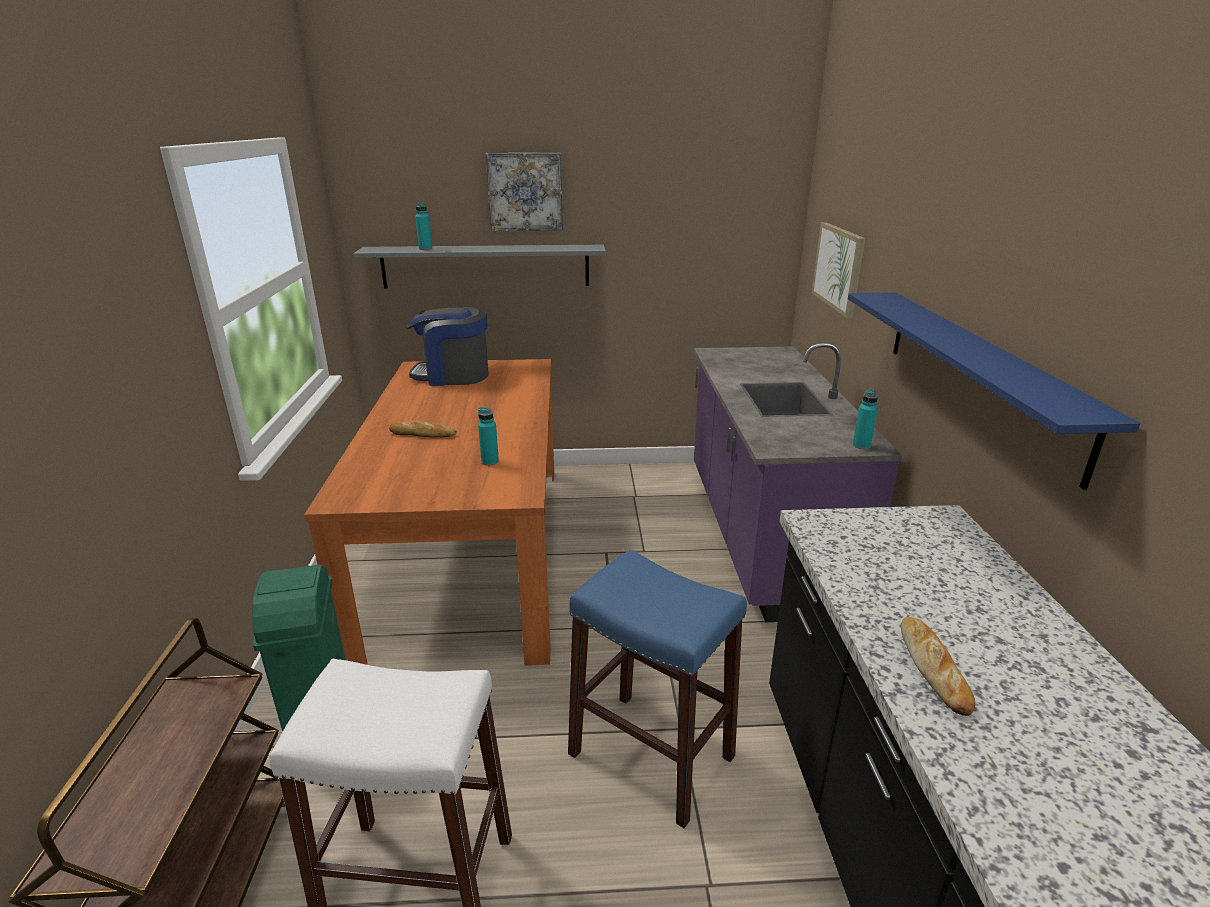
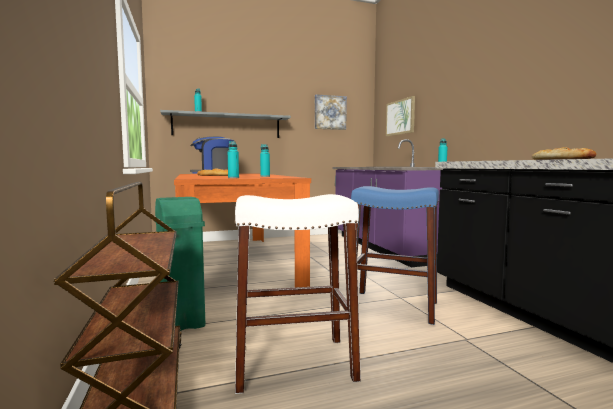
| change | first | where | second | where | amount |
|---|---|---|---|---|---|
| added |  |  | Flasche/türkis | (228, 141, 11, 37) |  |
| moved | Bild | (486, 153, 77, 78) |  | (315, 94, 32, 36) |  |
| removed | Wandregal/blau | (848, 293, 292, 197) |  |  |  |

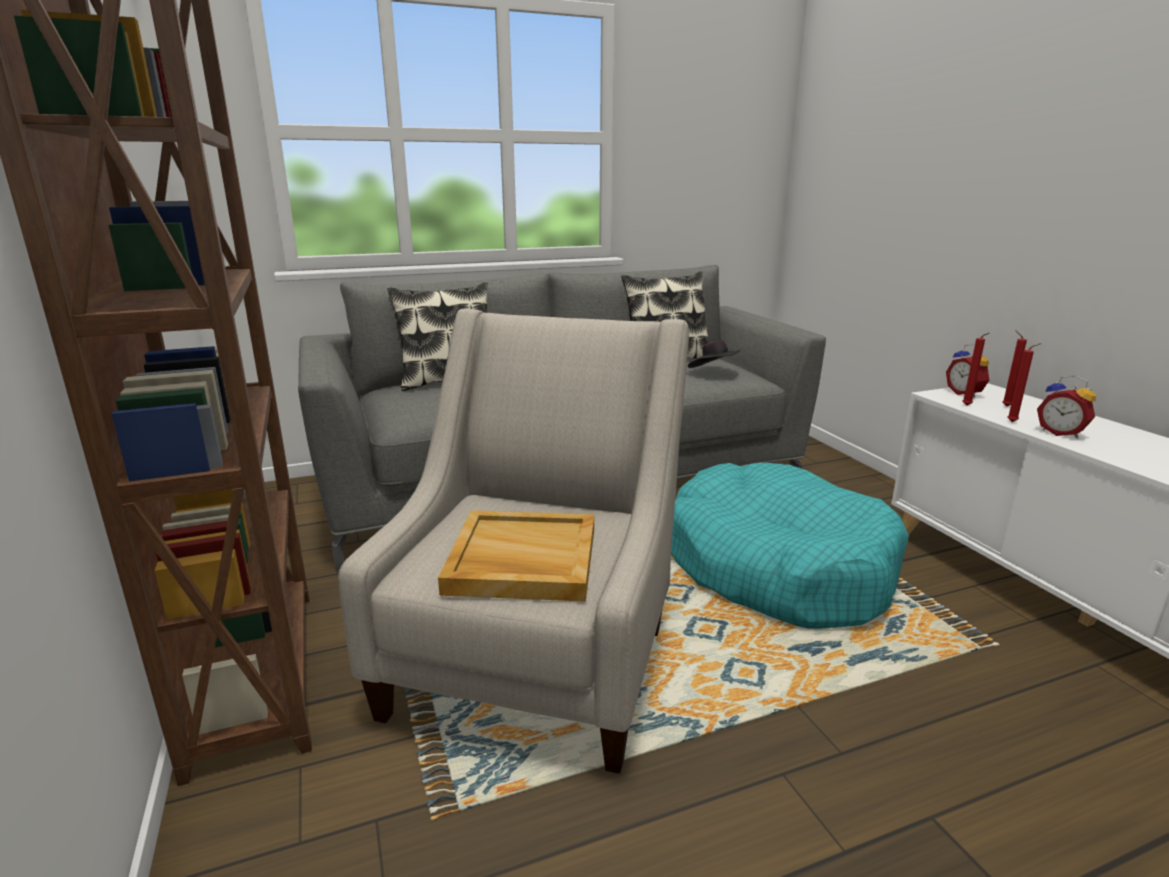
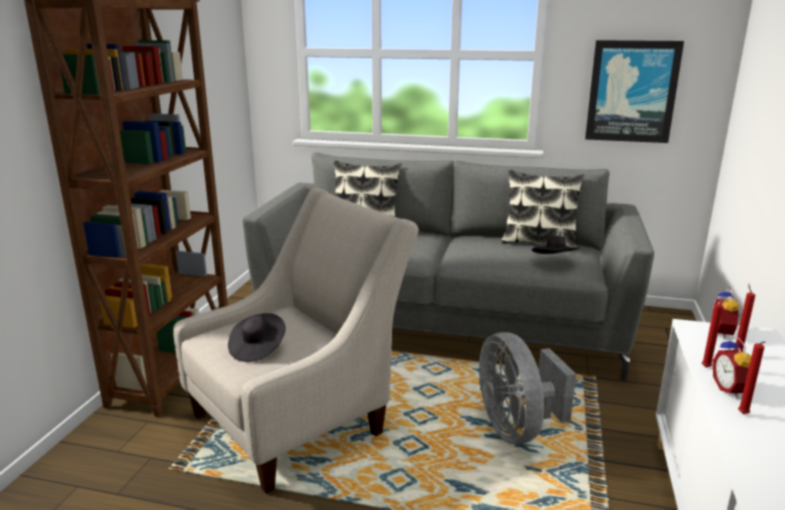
| change | first | where | second | where | amount |
|---|---|---|---|---|---|
| replaced | Tablett/beige | (438, 510, 156, 92) | Hut/schwarz | (228, 313, 58, 49) |  |
| replaced | Hundebett/türkis | (671, 463, 238, 166) | Ventilator/grau | (479, 332, 97, 112) |  |
| added |  |  | Bild | (585, 40, 99, 103) |  |
| moved | Kerze/rot | (962, 332, 28, 74) |  | (738, 341, 27, 73) |  |

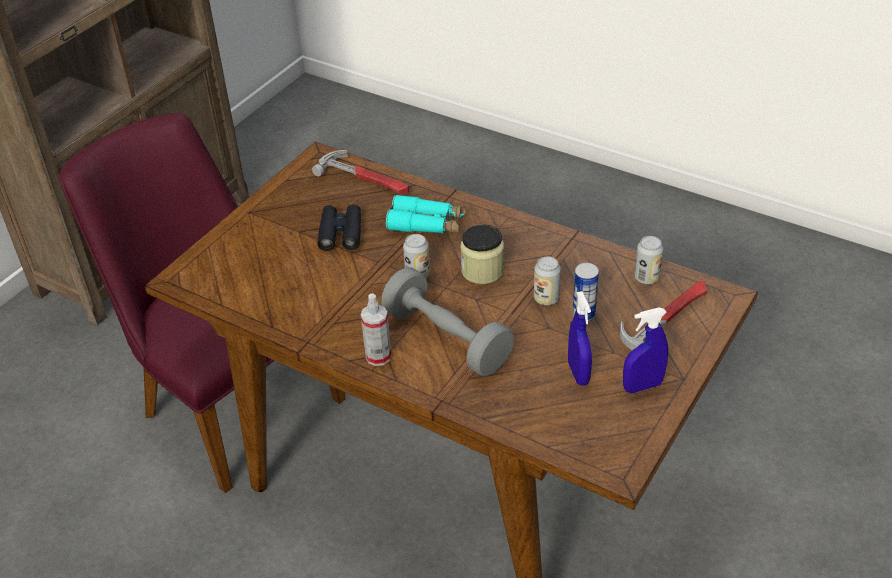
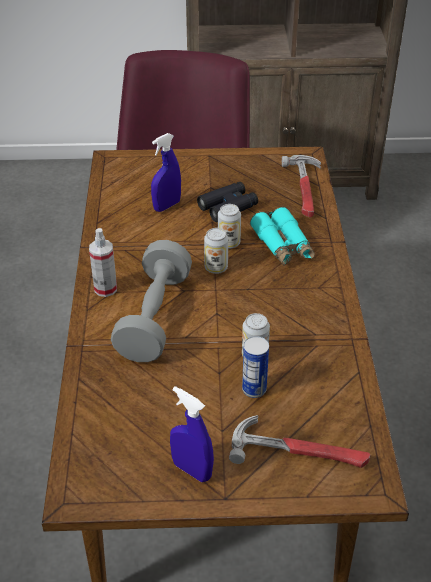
| change | first | where | second | where | amount |
|---|---|---|---|---|---|
| moved | Sprühflasche/blau | (568, 291, 24, 95) |  | (151, 133, 30, 79) |  |
| moved | Dose | (634, 236, 29, 48) |  | (218, 204, 23, 45) |  |
| removed | Vorratsglas | (461, 224, 43, 60) |  |  |  |

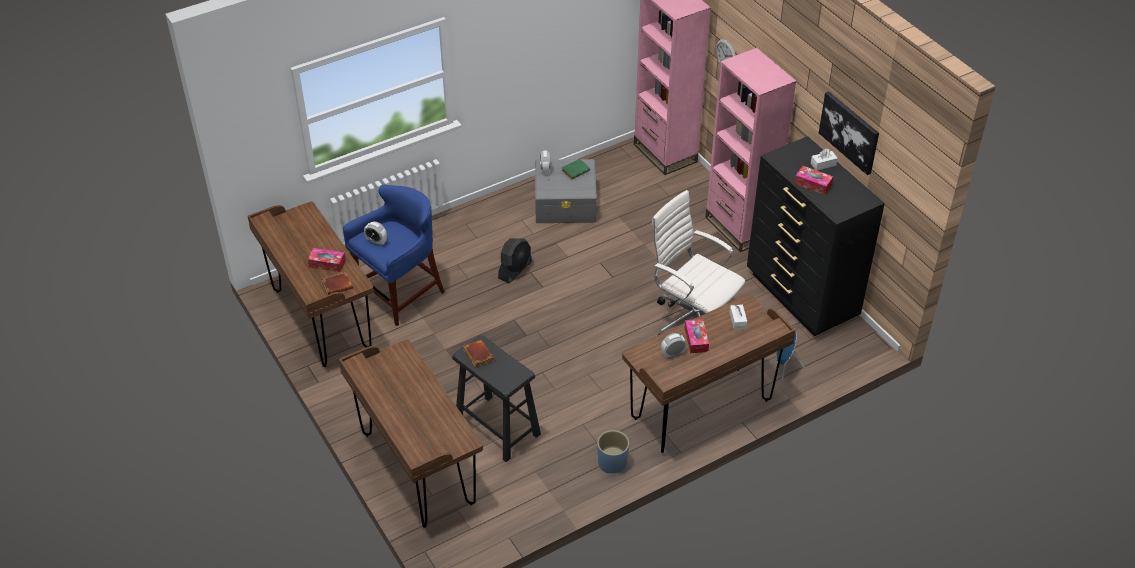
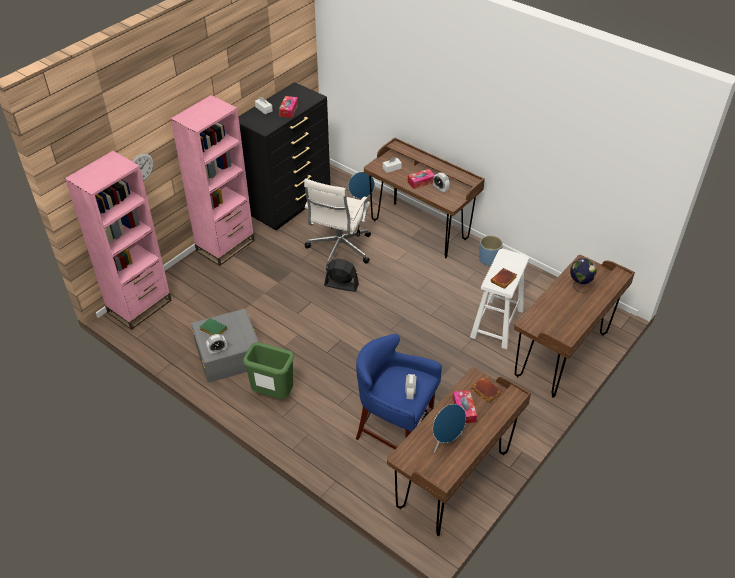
| change | first | where | second | where | amount |
|---|---|---|---|---|---|
| added |  |  | Mülleimer/grün | (243, 342, 51, 57) |  |
| moved | Ventilator/schwarz | (498, 238, 34, 46) |  | (324, 259, 35, 33) |  |
| added |  |  | Lautsprecher/blau | (433, 404, 33, 49) |  |
| recoloured | Hocker/schwarz | (452, 335, 89, 127) | Hocker/weiß | (470, 248, 60, 101) |  |
| added |  |  | Globus | (570, 258, 27, 35) |  |
| removed | Bild | (819, 91, 60, 84) |  |  |  |

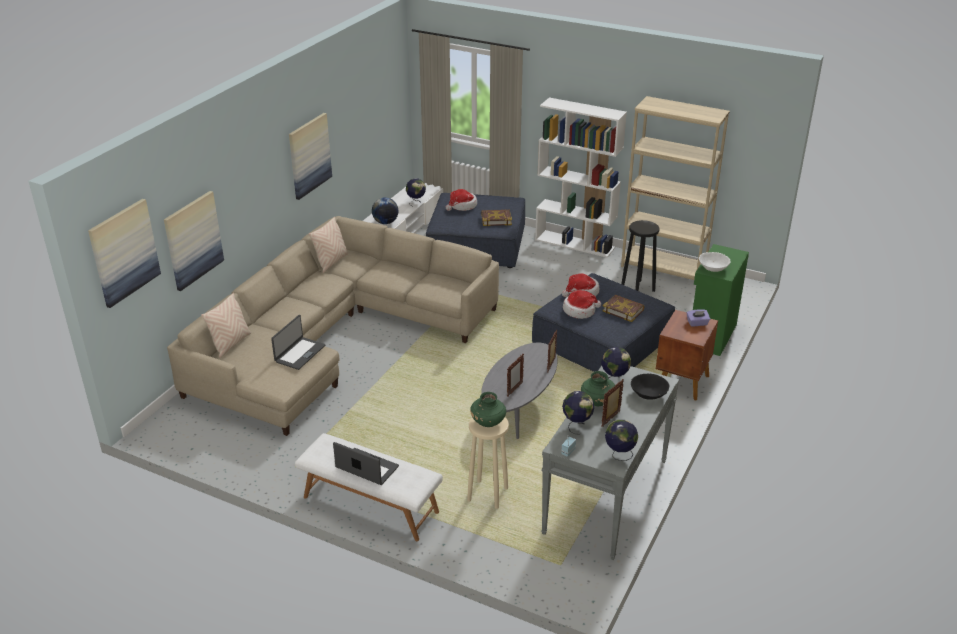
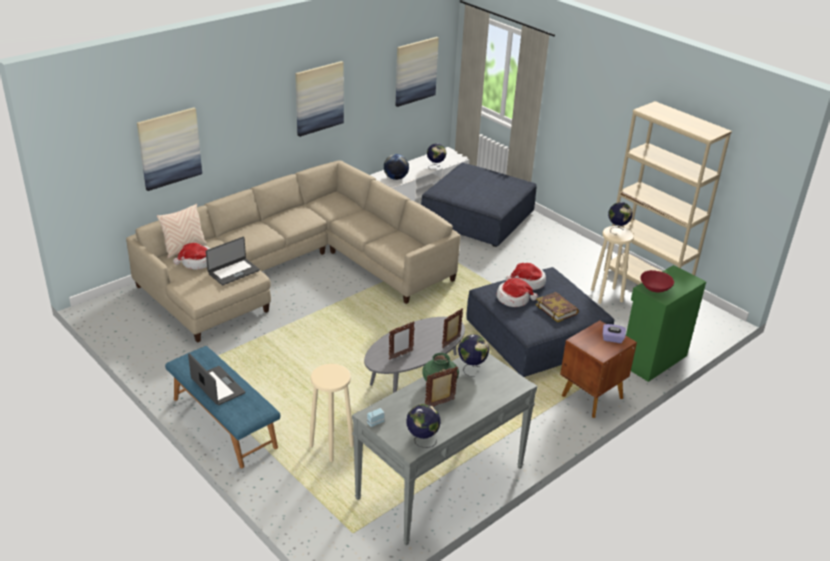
| change | first | where | second | where | amount |
|---|---|---|---|---|---|
| recoloured | Bank/weiß | (295, 433, 148, 108) | Bank/blau | (165, 346, 115, 122) |  |
| moved | Hut | (446, 189, 31, 22) |  | (173, 243, 37, 26) |  |
| moved | Bild | (88, 199, 73, 109) |  | (396, 37, 43, 70) |  |
| recoloured | Hocker/schwarz | (621, 220, 38, 72) | Hocker/beige | (591, 226, 43, 78) |  |
| moved | Globus | (562, 391, 32, 43) |  | (608, 202, 24, 33) |  |
| recoloured | Schüssel/weiß | (699, 252, 32, 20) | Schüssel/rot | (640, 270, 34, 22) |  |
| removed | Kissen/beige | (309, 217, 40, 56) |  |  |  |
| removed | Vase/grün | (470, 392, 36, 35) |  |  |  |
| removed | Buch | (481, 209, 31, 17) |  |  |  |
| removed | Bücherregal/weiß | (535, 97, 92, 161) |  |  |  |
| removed | Schüssel/schwarz | (631, 374, 38, 26) |  |  |  |

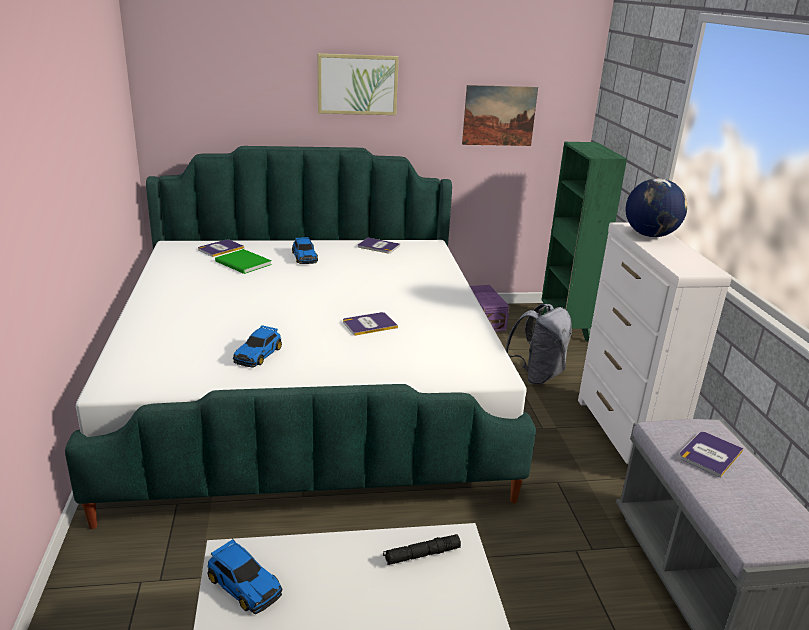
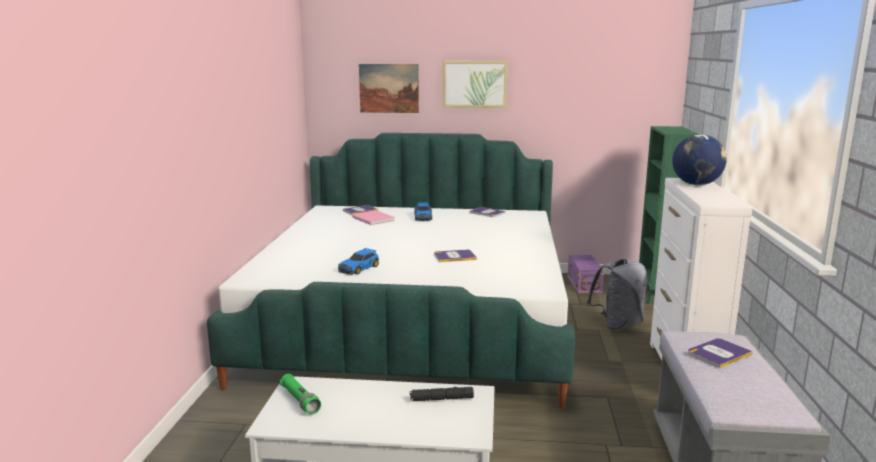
| change | first | where | second | where | amount |
|---|---|---|---|---|---|
| replaced | Spielzeugauto | (207, 539, 75, 75) | Taschenlampe/grün | (280, 374, 41, 41) |  |
| recoloured | Buch/grün | (215, 249, 57, 25) | Buch/rosa | (352, 210, 43, 15) |  |
| moved | Bild | (462, 85, 76, 61) |  | (359, 64, 60, 49) |  |

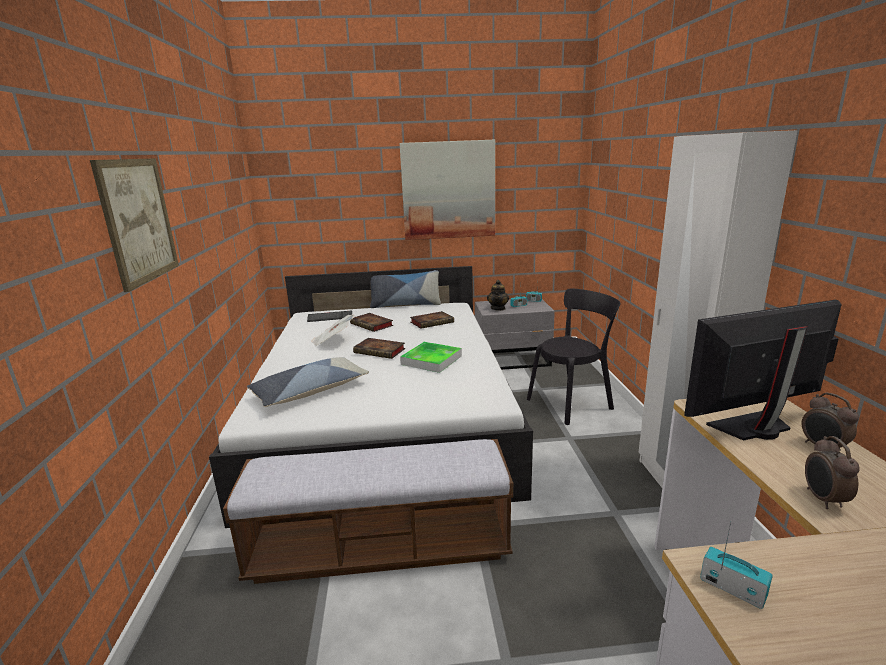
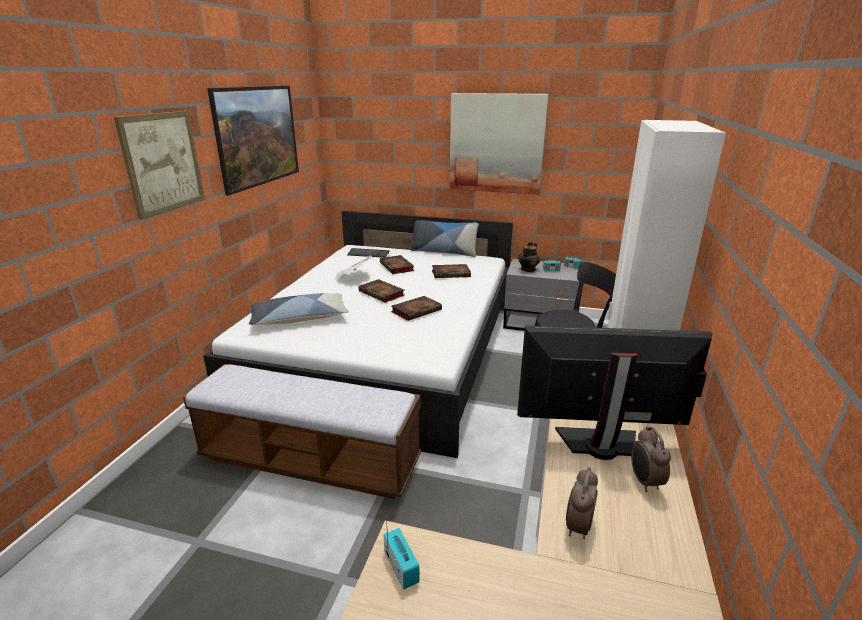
| change | first | where | second | where | amount |
|---|---|---|---|---|---|
| added |  |  | Bild | (207, 86, 92, 110) |  |
| replaced | Tablett | (400, 342, 62, 31) | Buch | (391, 296, 51, 25) |  |

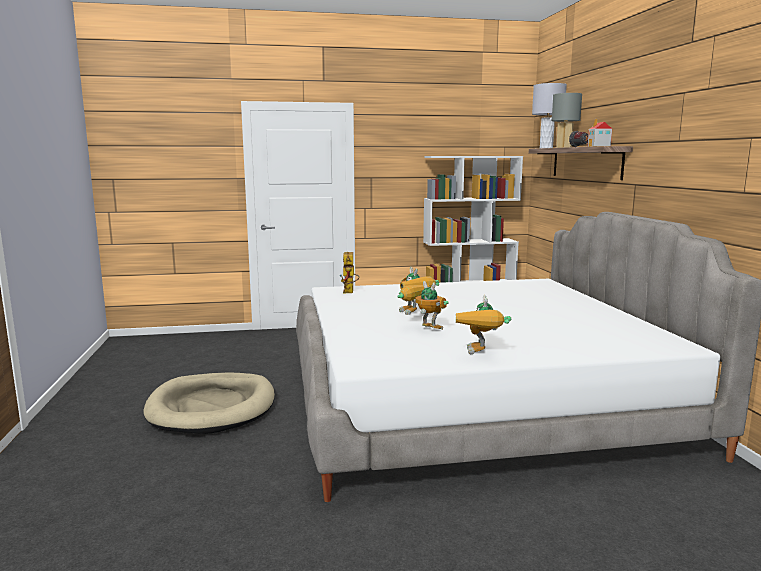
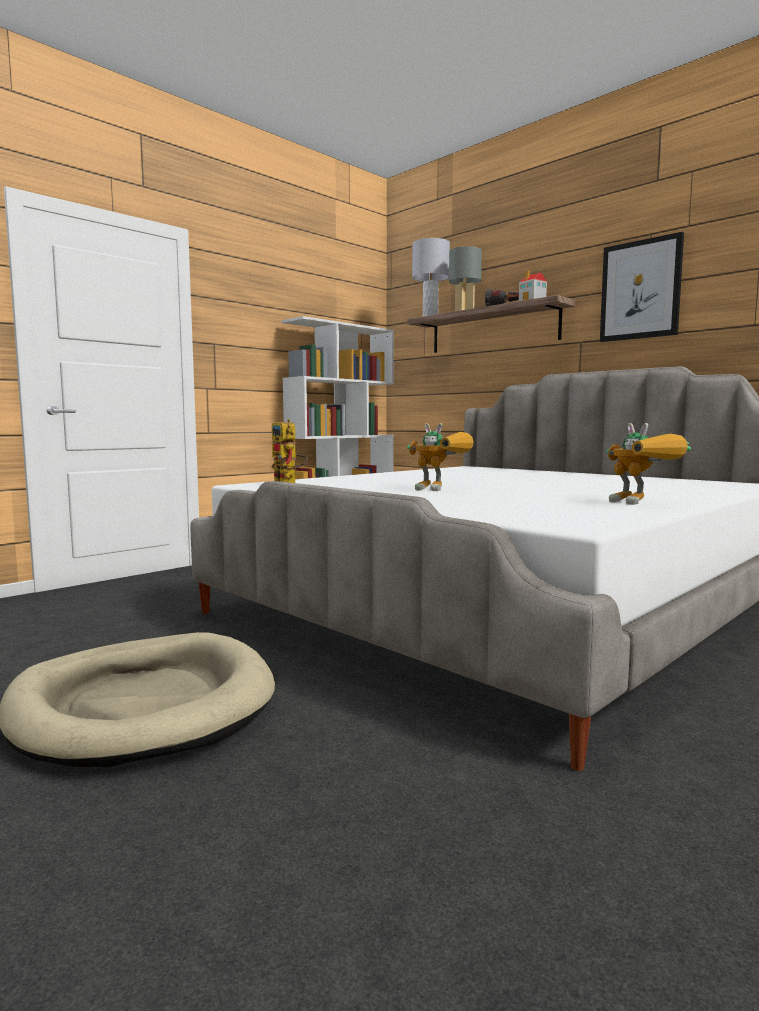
| change | first | where | second | where | amount |
|---|---|---|---|---|---|
| added |  |  | Bild | (600, 232, 84, 110) |  |
| removed | Spielzeugroboter | (397, 281, 52, 49) |  |  |  |

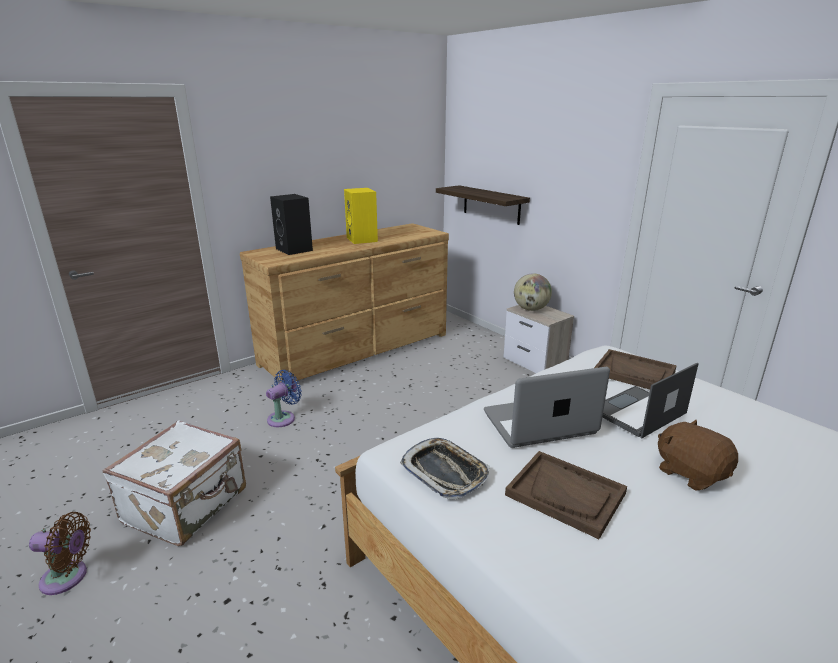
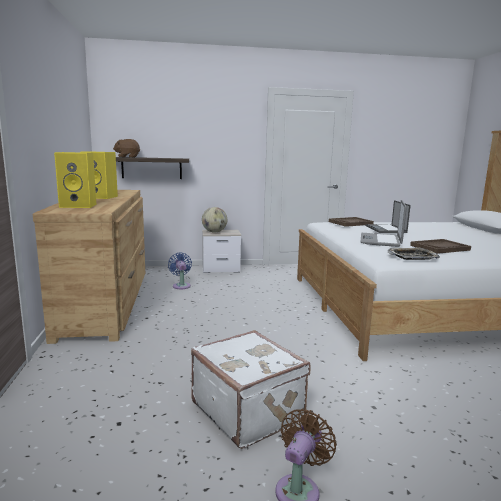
| change | first | where | second | where | amount |
|---|---|---|---|---|---|
| recoloured | Lautsprecher/schwarz | (270, 194, 43, 61) | Lautsprecher/gelb | (54, 152, 42, 56) |  |
| moved | Plüschtier/braun | (658, 420, 80, 71) |  | (113, 139, 27, 19) |  |
| moved | Ventilator/blau | (266, 370, 36, 57) |  | (168, 253, 24, 36) |  |

